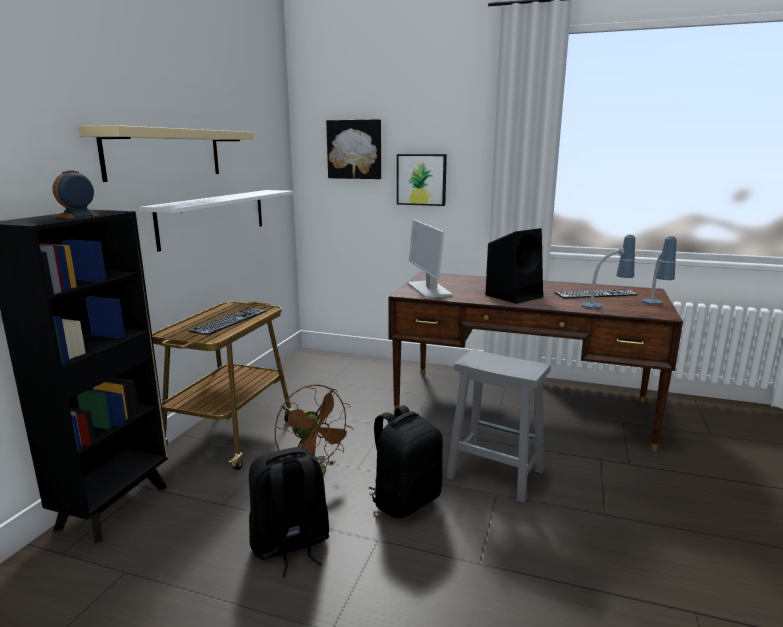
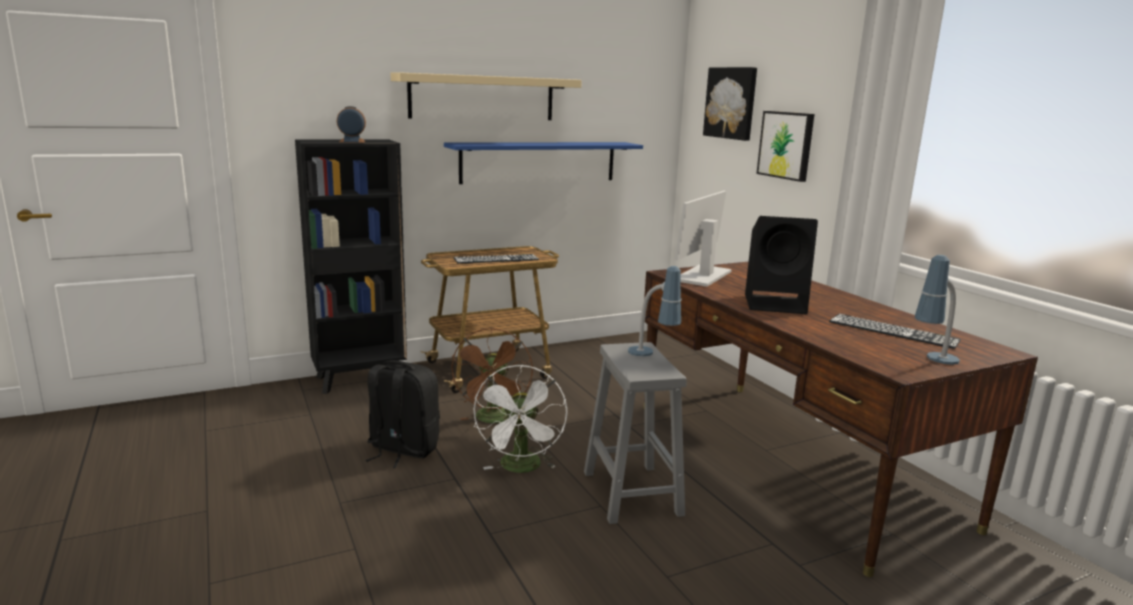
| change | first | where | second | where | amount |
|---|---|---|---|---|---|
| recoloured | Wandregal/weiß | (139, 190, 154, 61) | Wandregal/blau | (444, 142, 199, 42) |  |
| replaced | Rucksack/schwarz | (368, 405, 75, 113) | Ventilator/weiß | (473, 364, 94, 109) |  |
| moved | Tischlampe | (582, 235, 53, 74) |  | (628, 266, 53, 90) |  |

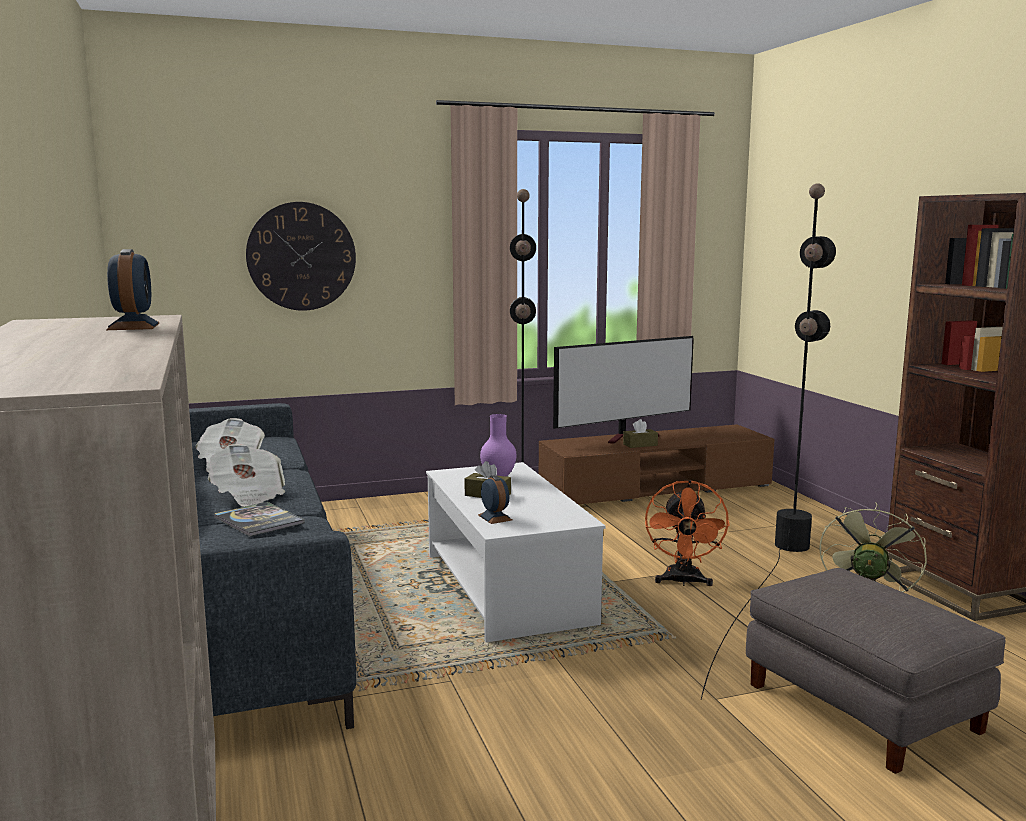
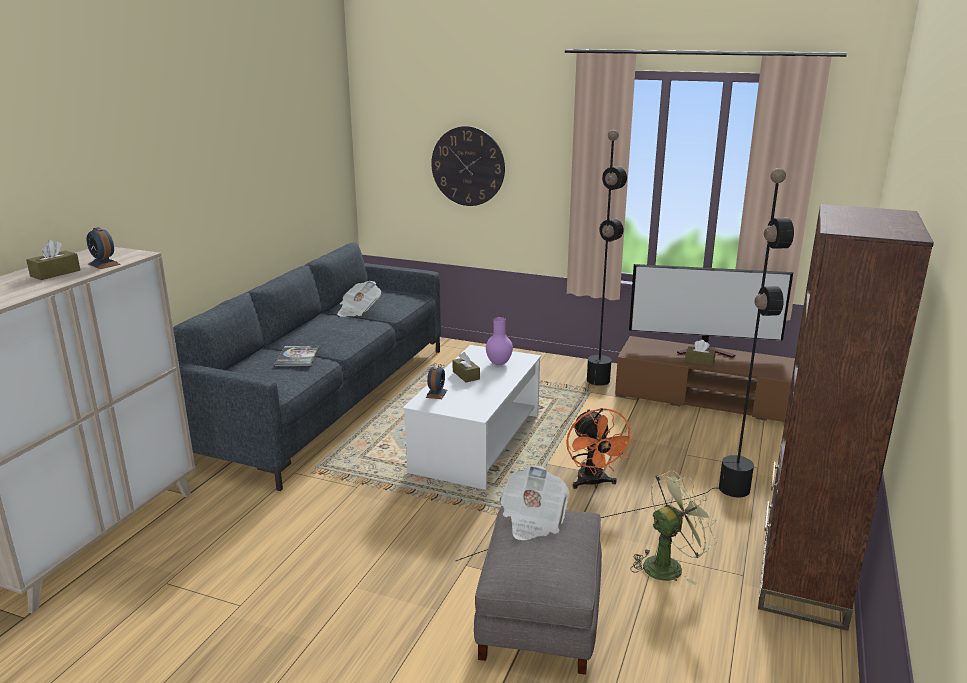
| change | first | where | second | where | amount |
|---|---|---|---|---|---|
| added |  |  | Taschentuchbox/braun | (26, 240, 54, 40) |  |
| turned | Wecker | (106, 249, 54, 81) |  | (87, 227, 34, 42) | 105 degrees clockwise |
| moved | Zeitung | (208, 444, 77, 63) |  | (499, 465, 71, 75) |  |
| turned | Ventilator/orange | (645, 480, 85, 106) |  | (566, 408, 69, 81) | 60 degrees counterclockwise |

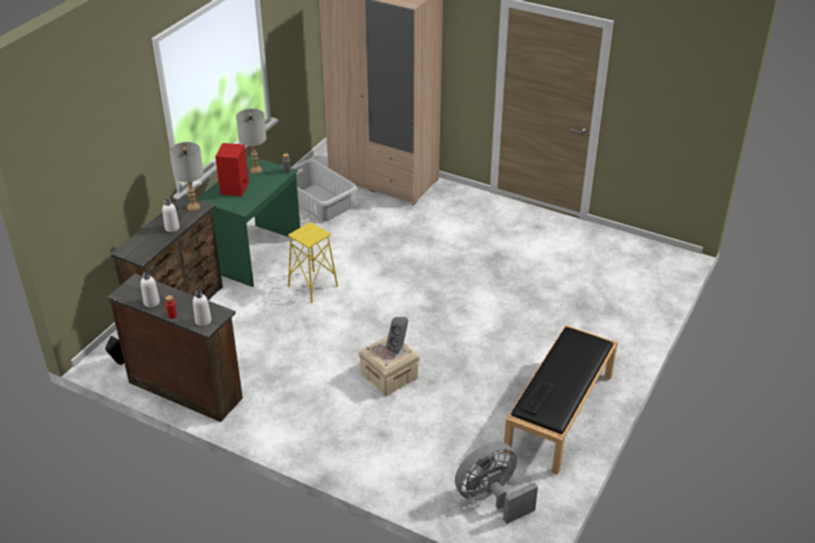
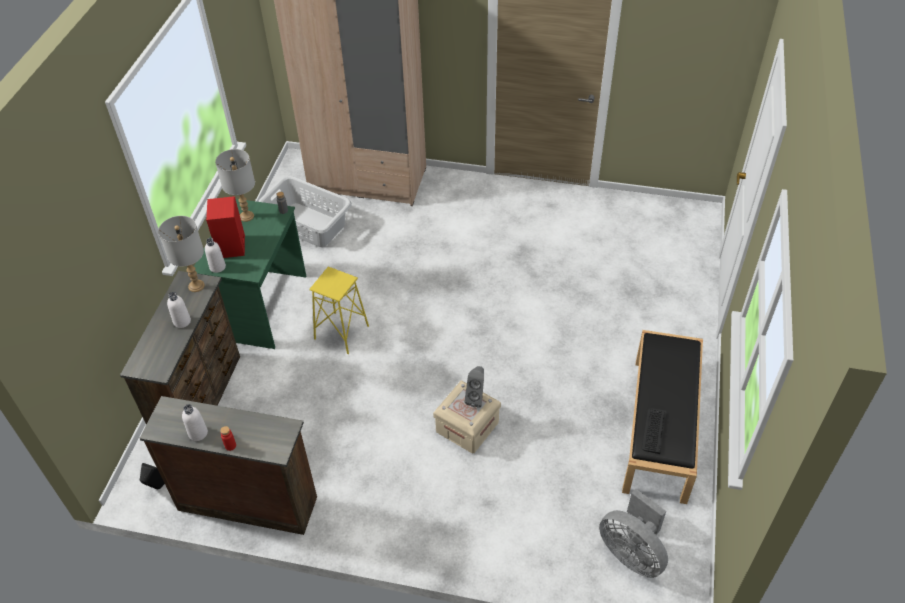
| change | first | where | second | where | amount |
|---|---|---|---|---|---|
| moved | Flasche/weiß | (193, 290, 18, 36) |  | (205, 238, 21, 35) |  |
| turned | Ventilator/grau | (455, 441, 83, 83) |  | (599, 489, 69, 89) | 90 degrees counterclockwise |

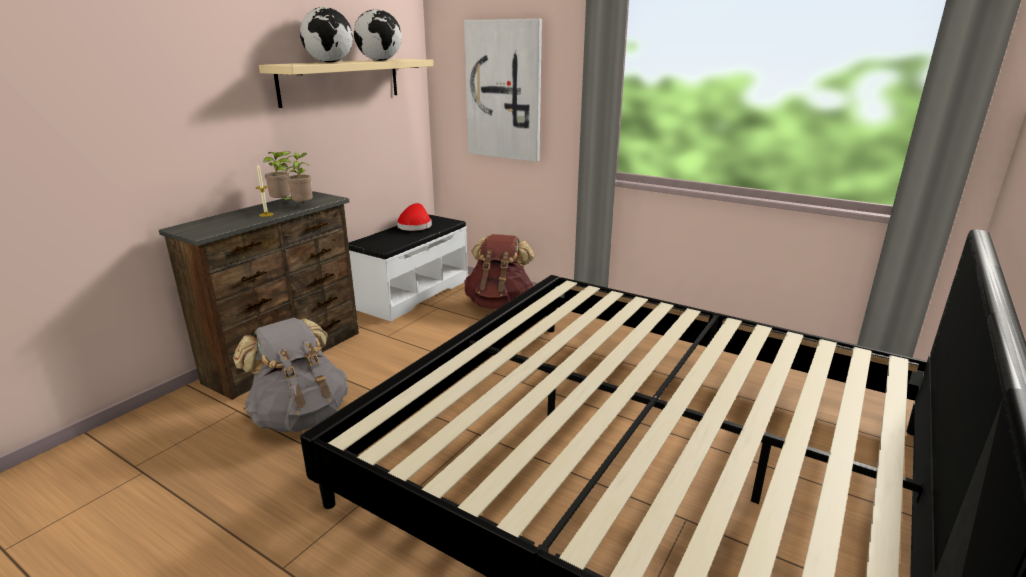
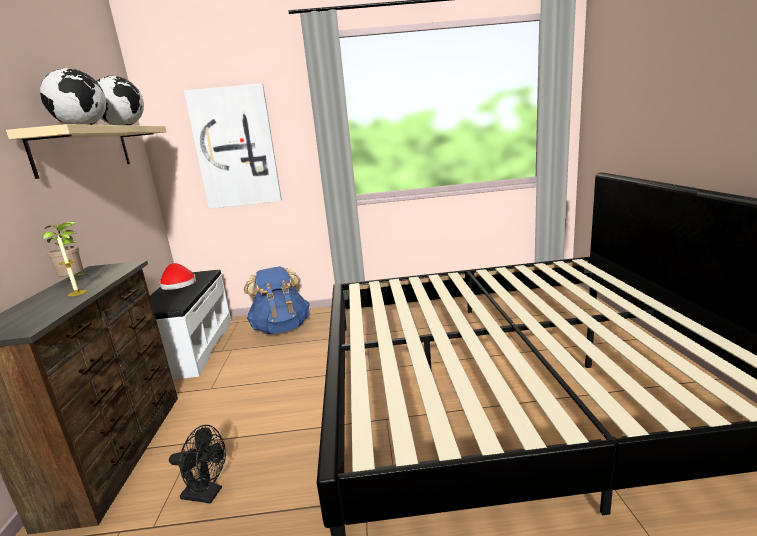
| change | first | where | second | where | amount |
|---|---|---|---|---|---|
| replaced | Rucksack/grau | (233, 318, 115, 114) | Ventilator/schwarz | (169, 425, 57, 79) |  |
| recoloured | Rucksack/braun | (464, 234, 71, 75) | Rucksack/blau | (244, 266, 66, 68) |  |
| removed | Topfpflanze | (285, 153, 28, 50) |  |  |  |

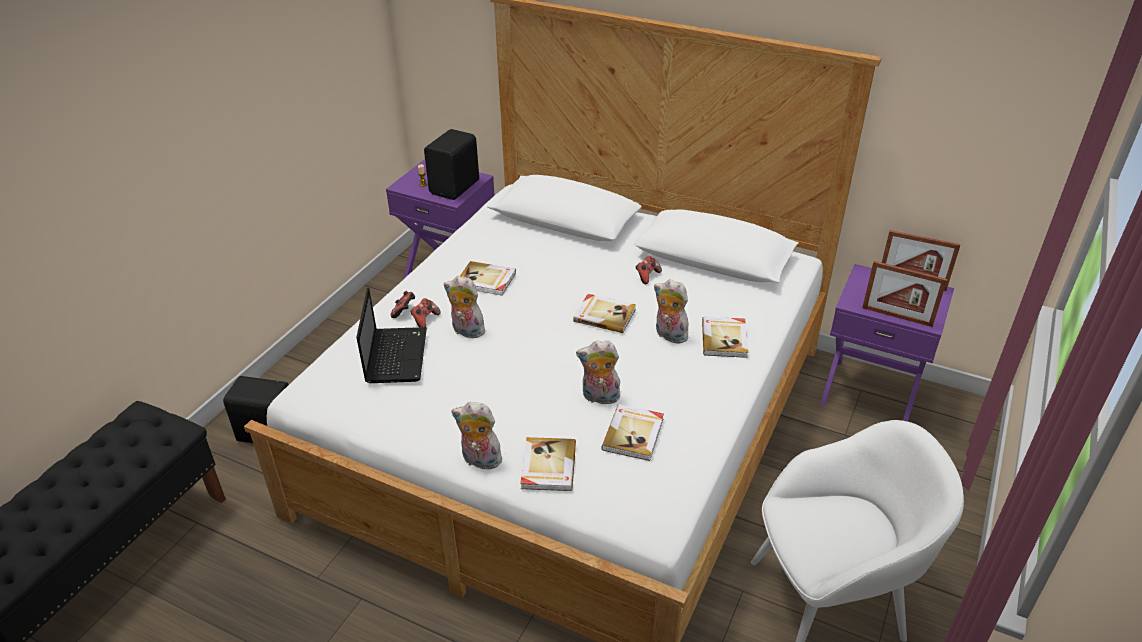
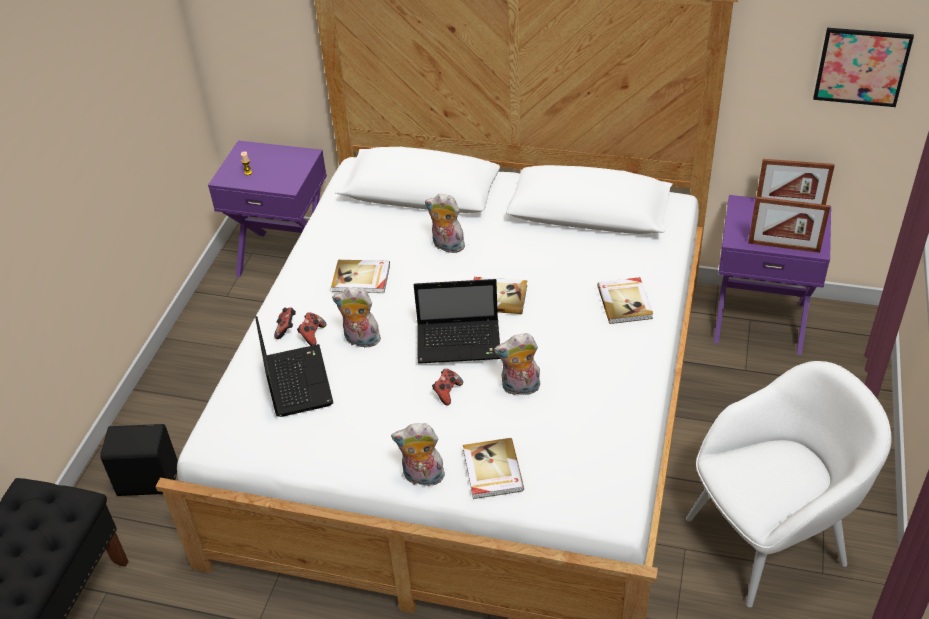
| change | first | where | second | where | amount |
|---|---|---|---|---|---|
| added |  |  | Laptop | (414, 279, 86, 85) |  |
| moved | Plüschtier | (654, 279, 36, 65) |  | (425, 194, 40, 59) |  |
| moved | Gamepad | (636, 256, 26, 28) |  | (432, 369, 31, 37) |  |
| added |  |  | Bild | (813, 28, 101, 79) |  |
| removed | Lautsprecher/schwarz | (424, 129, 55, 71) |  |  |  |
| removed | Buch | (601, 404, 63, 57) |  |  |  |

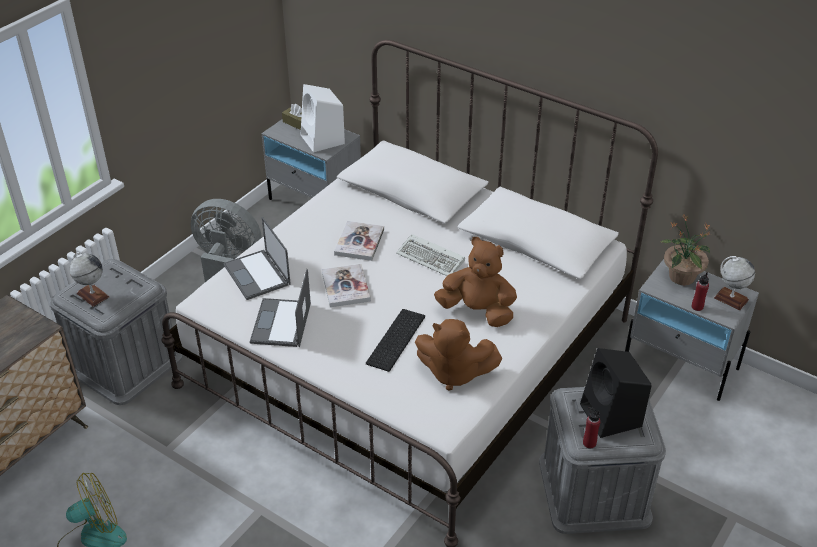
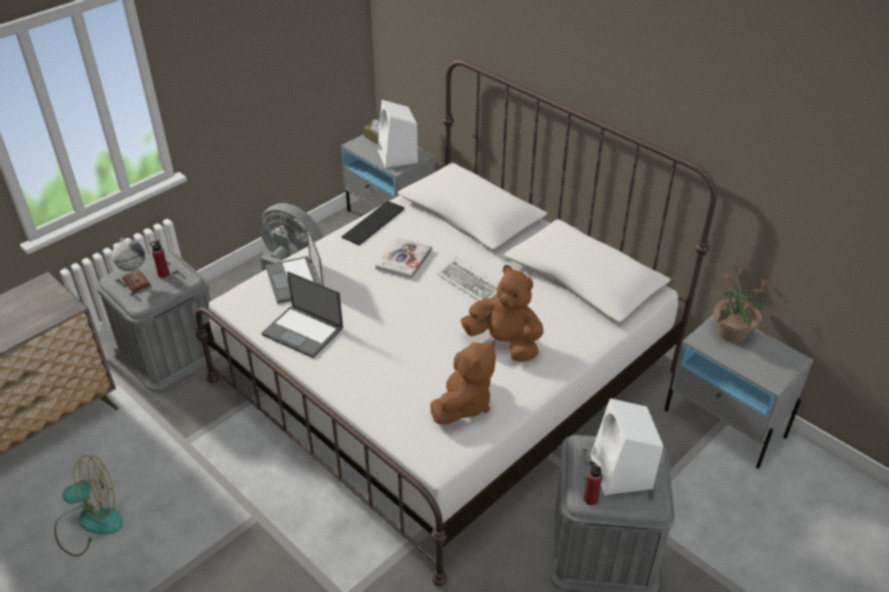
| change | first | where | second | where | amount |
|---|---|---|---|---|---|
| moved | Flasche/rot | (692, 272, 17, 39) |  | (150, 240, 19, 38) |  |
| turned | Laptop | (250, 269, 61, 78) |  | (261, 271, 82, 87) | 75 degrees counterclockwise |
| moved | Tastatur | (366, 309, 59, 63) |  | (342, 201, 63, 44) |  |
| turned | Plüschtier/braun | (415, 319, 87, 72) |  | (430, 340, 66, 84) | 90 degrees counterclockwise |
| recoloured | Lautsprecher/schwarz | (580, 348, 72, 90) | Lautsprecher/weiß | (590, 398, 73, 97) |  |
| removed | Buch | (322, 264, 49, 43) |  |  |  |
| removed | Globus | (714, 256, 41, 54) |  |  |  |

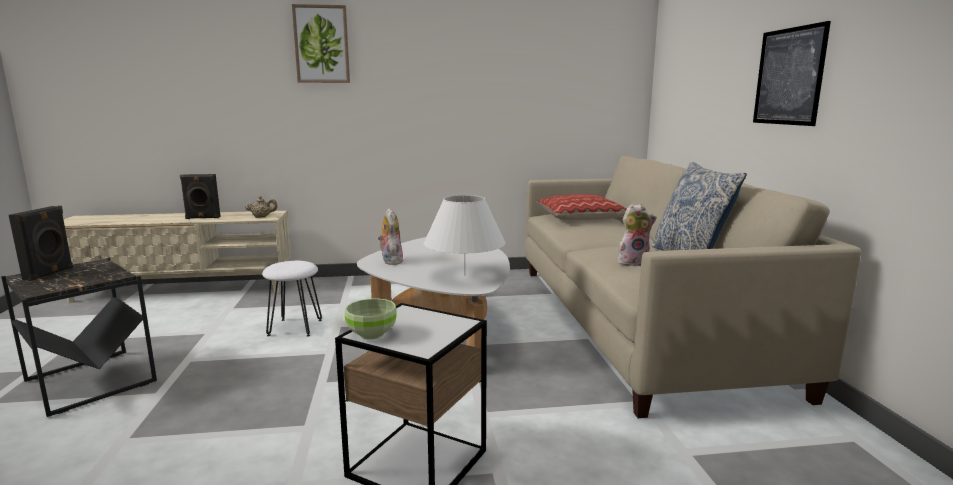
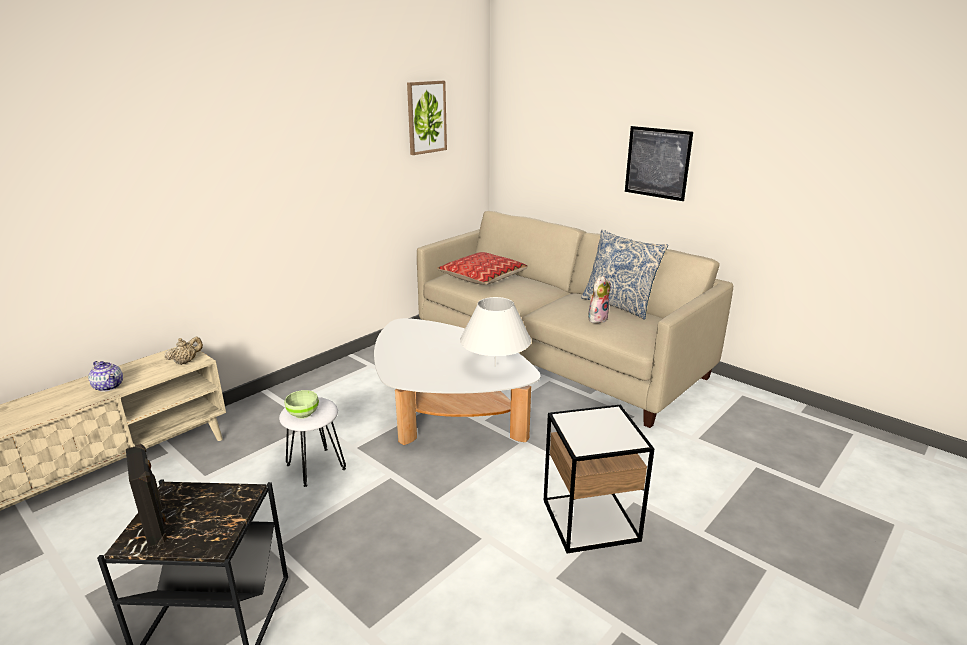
| change | first | where | second | where | amount |
|---|---|---|---|---|---|
| replaced | Lautsprecher/schwarz | (180, 174, 40, 45) | Teekanne | (88, 361, 35, 31) |  |
| moved | Schüssel/grün | (345, 298, 52, 42) |  | (285, 390, 34, 29) |  |
| moved | Bild | (292, 4, 58, 79) |  | (407, 81, 40, 74) |  |
| removed | Plüschtier | (378, 208, 25, 57) |  |  |  |

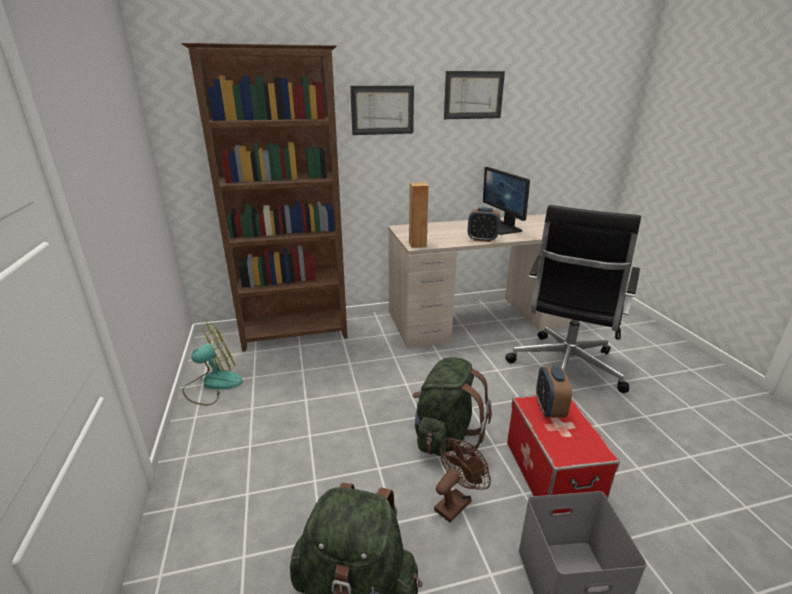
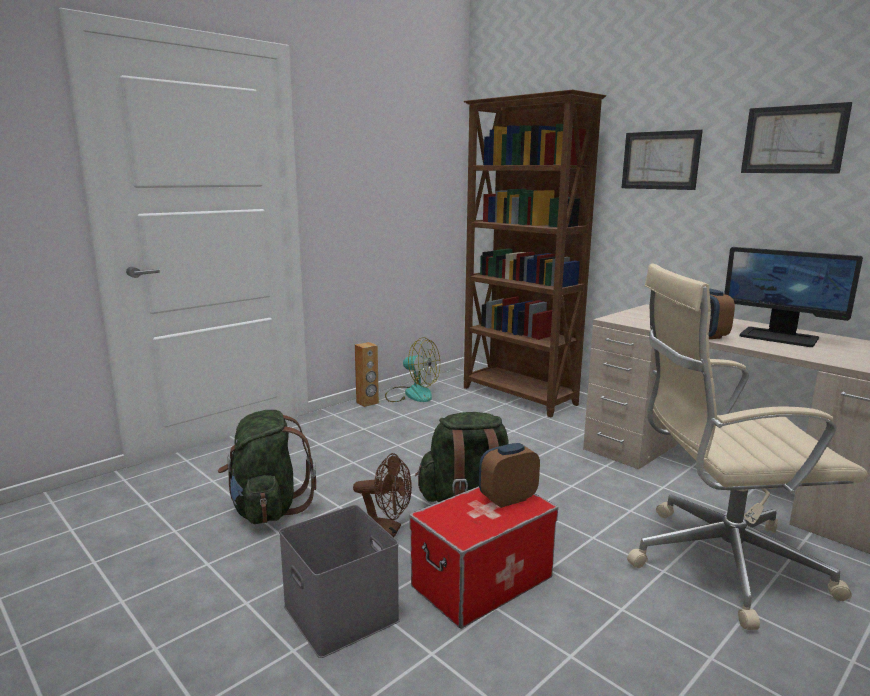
| change | first | where | second | where | amount |
|---|---|---|---|---|---|
| moved | Lautsprecher/braun | (409, 182, 20, 66) |  | (355, 342, 24, 65) |  |
| recoloured | Bürostuhl/schwarz | (505, 205, 136, 188) | Bürostuhl/beige | (627, 264, 241, 366) |  |
| turned | Monitor | (483, 167, 47, 68) |  | (724, 247, 139, 100) | 90 degrees counterclockwise |

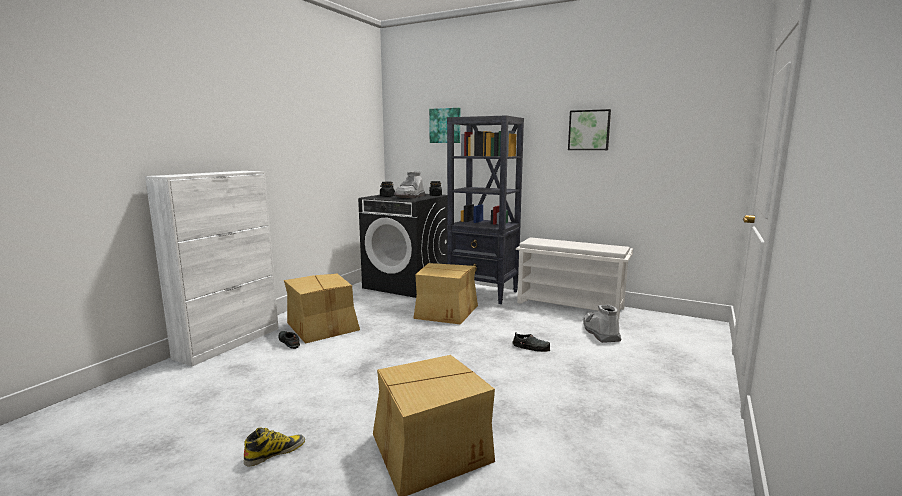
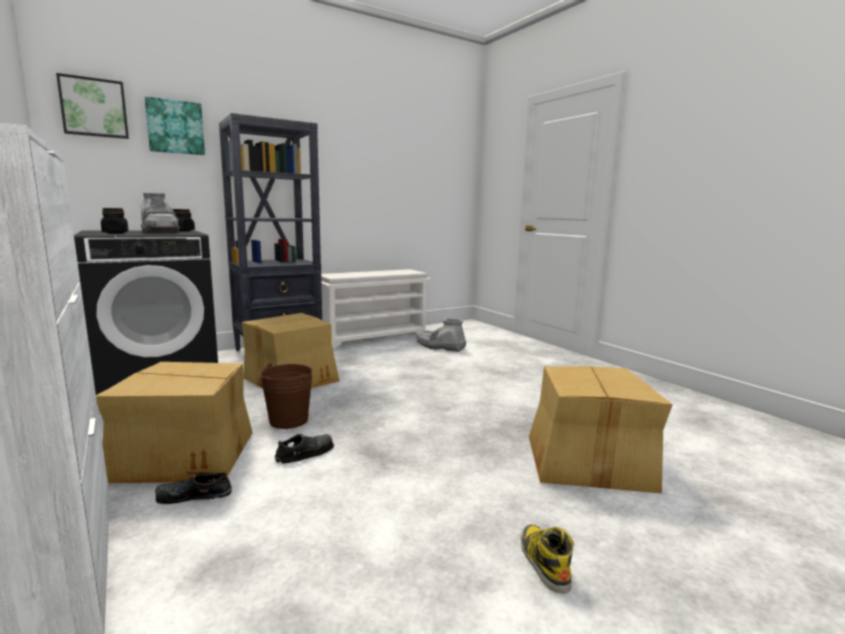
| change | first | where | second | where | amount |
|---|---|---|---|---|---|
| moved | Bild | (568, 109, 43, 41) |  | (56, 73, 73, 66) |  |
| added |  |  | Eimer/braun | (260, 363, 53, 66) |  |
| moved | Schuh/schwarz | (512, 332, 38, 20) |  | (275, 434, 59, 29) |  |

